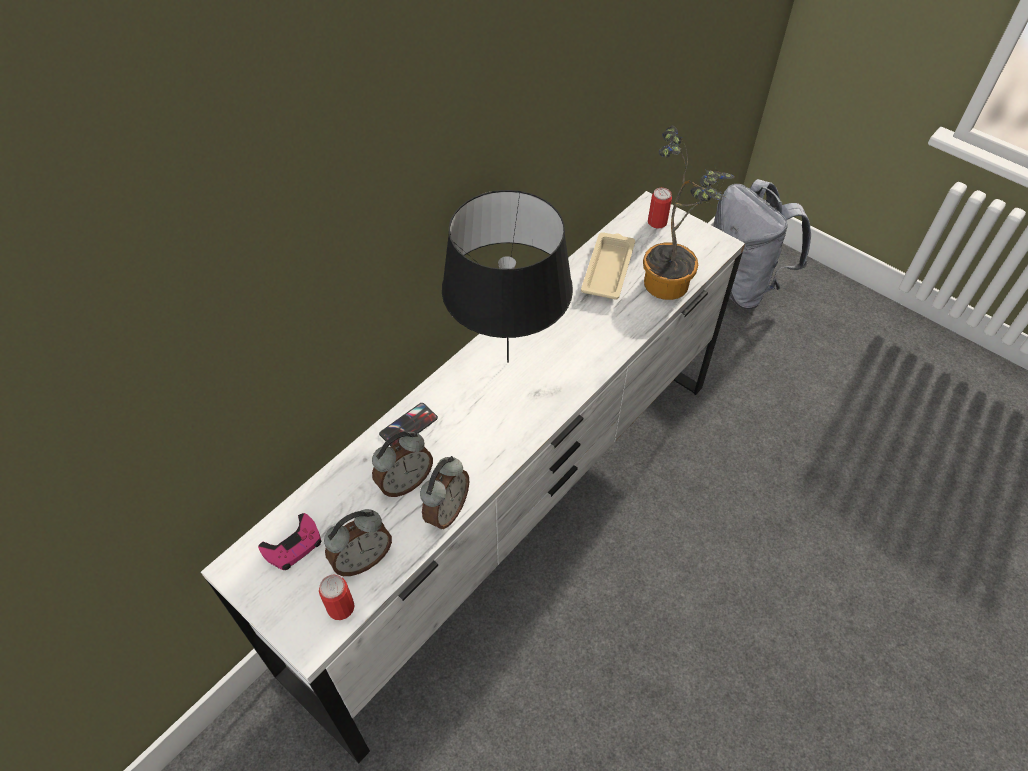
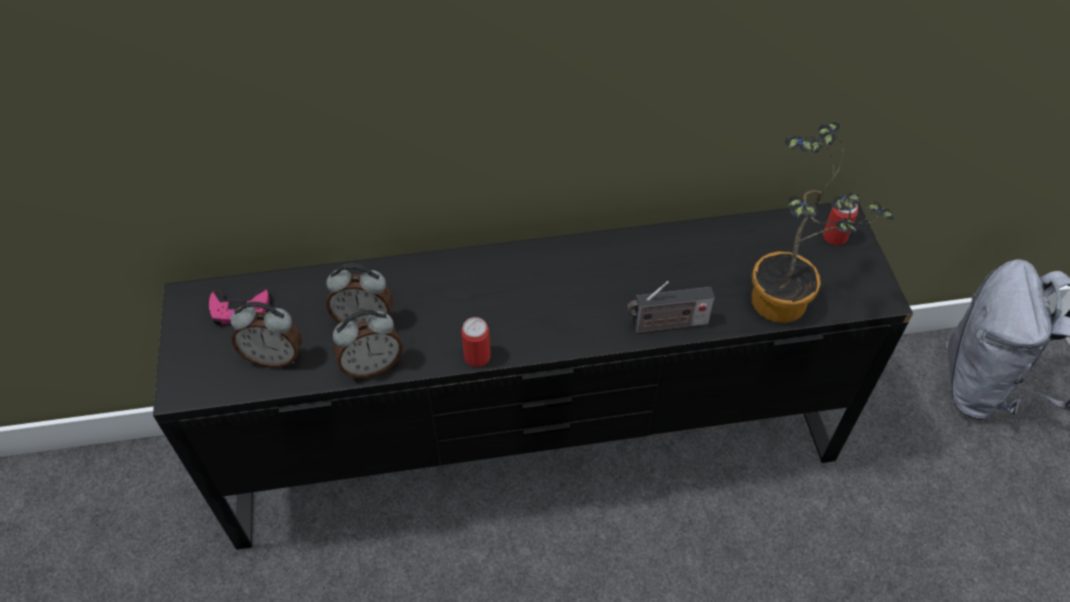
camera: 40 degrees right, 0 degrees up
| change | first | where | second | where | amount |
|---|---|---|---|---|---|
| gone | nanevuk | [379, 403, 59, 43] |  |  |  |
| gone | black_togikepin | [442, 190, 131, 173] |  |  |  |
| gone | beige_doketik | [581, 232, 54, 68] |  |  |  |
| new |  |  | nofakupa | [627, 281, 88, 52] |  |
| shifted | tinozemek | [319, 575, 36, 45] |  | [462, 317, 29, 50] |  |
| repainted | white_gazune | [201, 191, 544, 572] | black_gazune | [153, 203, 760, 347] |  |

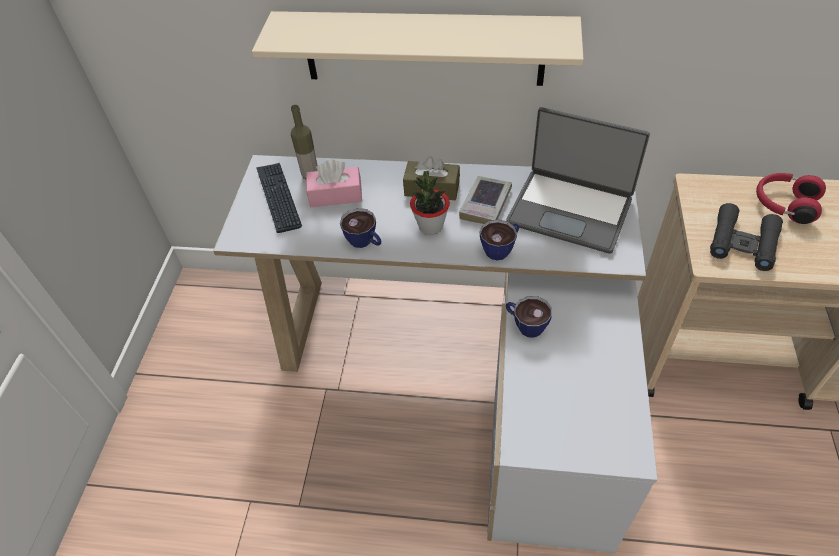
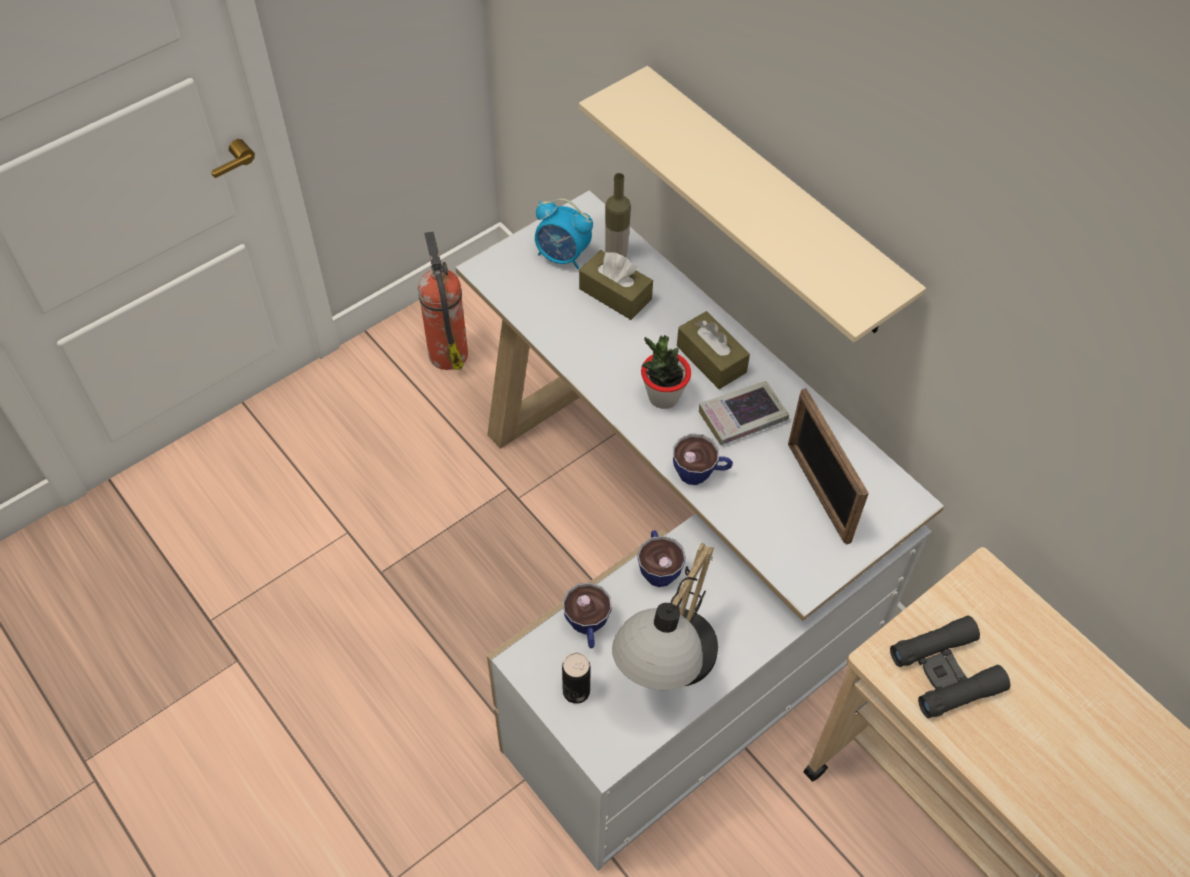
camera: 40 degrees right, 5 degrees up
| change | first | where | second | where | amount |
|---|---|---|---|---|---|
| gone | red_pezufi | [756, 173, 70, 51] |  |  |  |
| new |  |  | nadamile | [418, 231, 50, 139] |  |
| new |  |  | tinozemek | [562, 653, 29, 51] |  |
| new |  |  | togikepin | [612, 543, 106, 147] |  |
| shifted | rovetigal | [340, 208, 41, 40] |  | [563, 583, 49, 65] |  |
| swapped | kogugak | [256, 163, 46, 70] | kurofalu | [535, 198, 58, 71] |  |
| swapped | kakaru | [506, 107, 144, 147] | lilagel | [788, 388, 81, 157] |  |
| repainted | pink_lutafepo | [306, 159, 56, 48] | brown_lutafepo | [579, 250, 74, 70] |  |

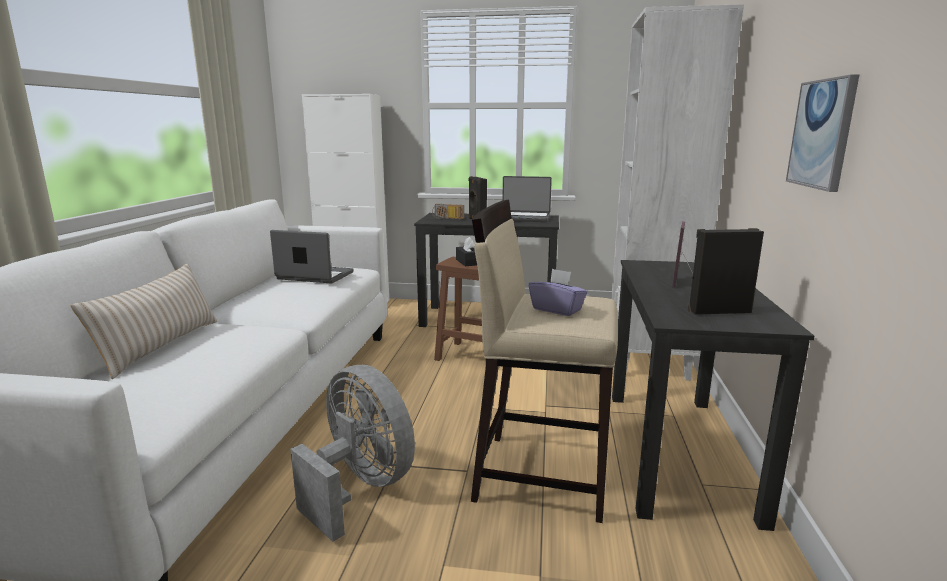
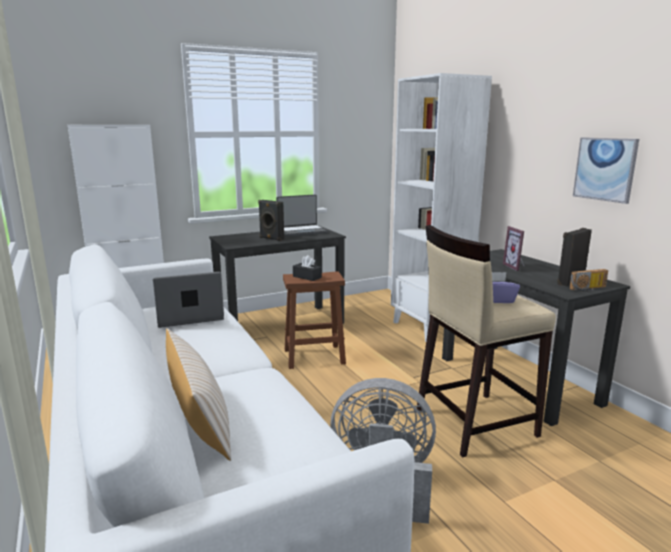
camera: 35 degrees left, 0 degrees up
| change | first | where | second | where | amount |
|---|---|---|---|---|---|
| shifted | nofakupa | [432, 204, 32, 15] |  | [569, 269, 39, 23] |  |

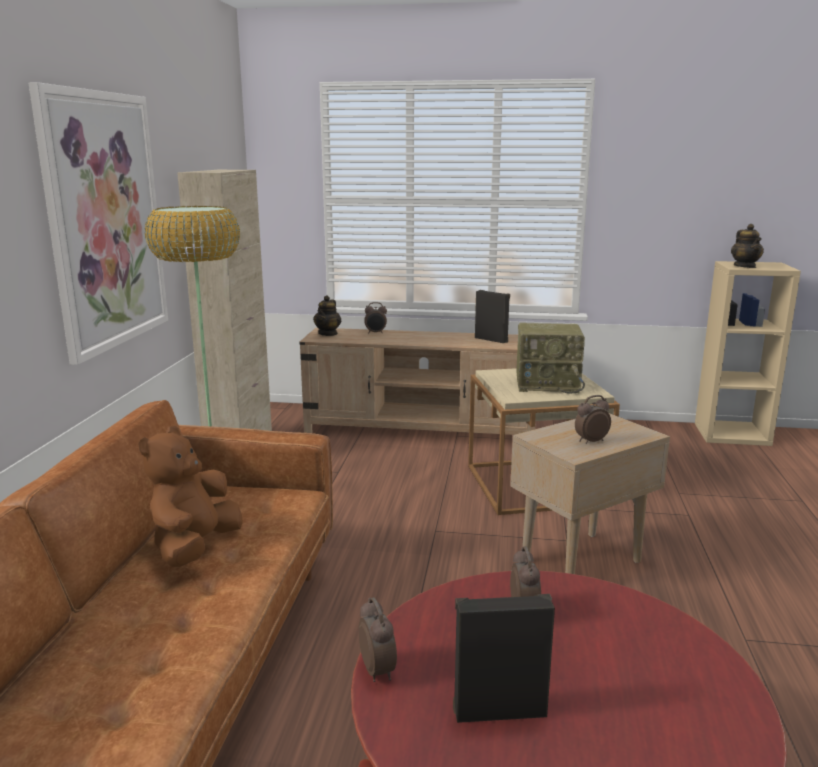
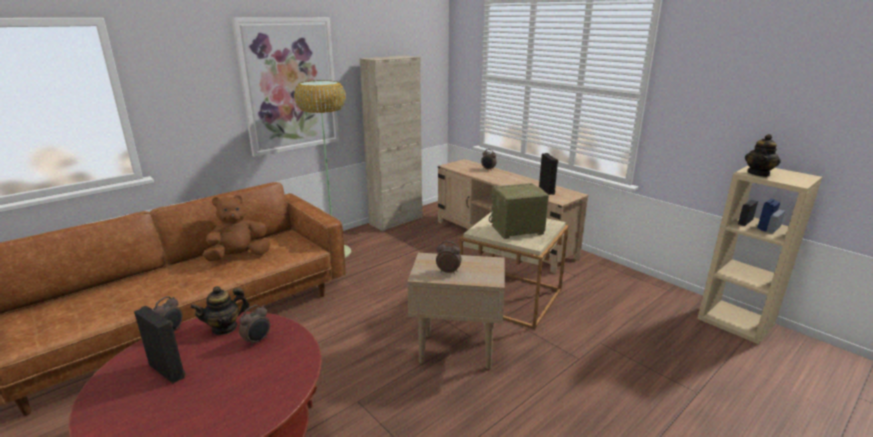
camera: 40 degrees right, 5 degrees up
| change | first | where | second | where | amount |
|---|---|---|---|---|---|
| shifted | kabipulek | [313, 295, 29, 41] |  | [190, 286, 60, 49] |  |
| rotated | nofakupa | [516, 323, 69, 71] |  | [489, 183, 60, 56] | 120 degrees clockwise |

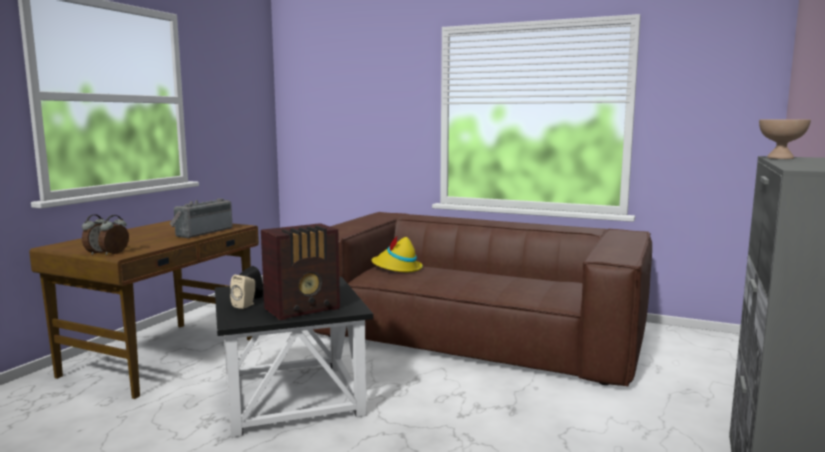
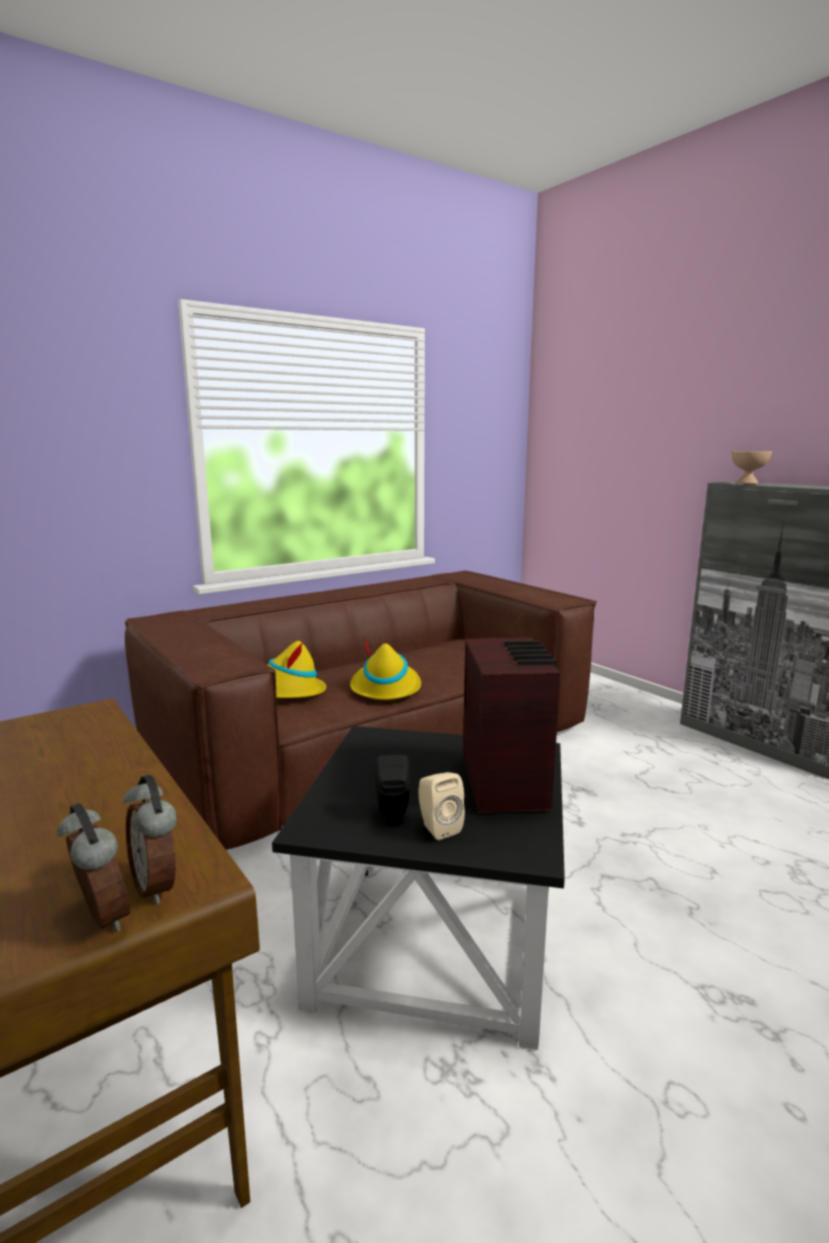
camera: 60 degrees left, 5 degrees up
| change | first | where | second | where | amount |
|---|---|---|---|---|---|
| gone | nofakupa | [170, 198, 63, 40] |  |  |  |
| new |  |  | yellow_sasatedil | [350, 638, 71, 62] |  |

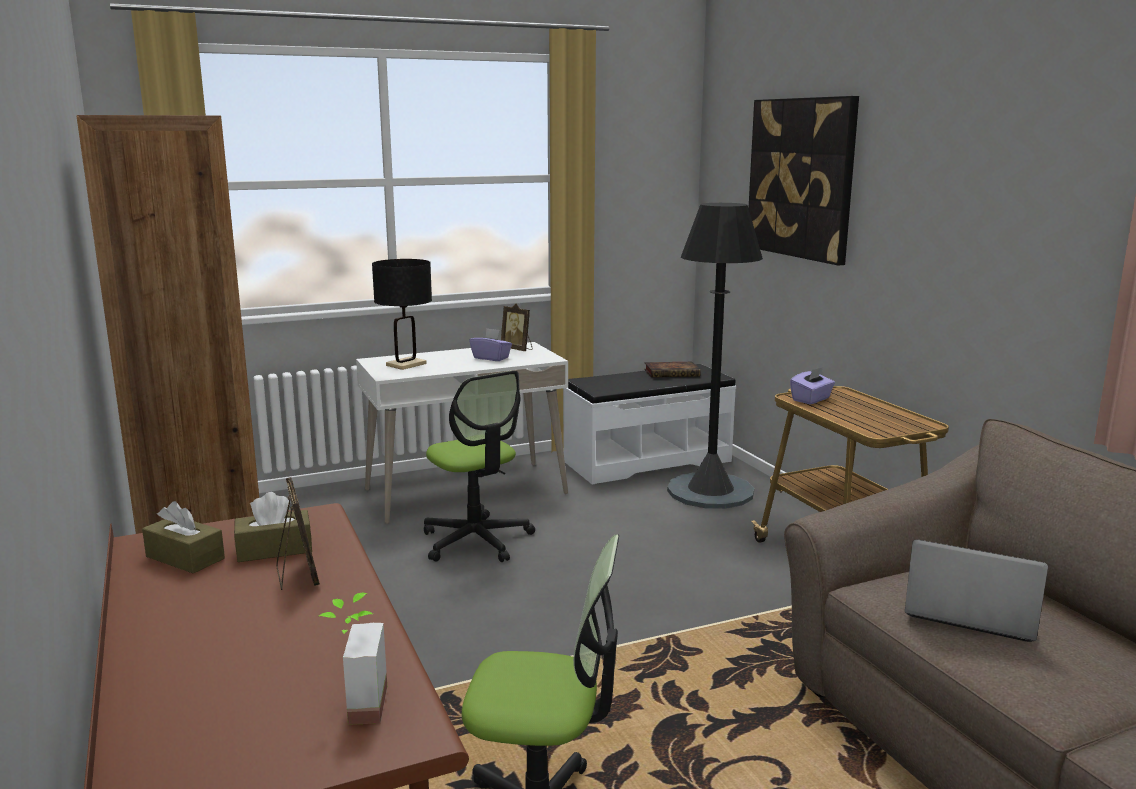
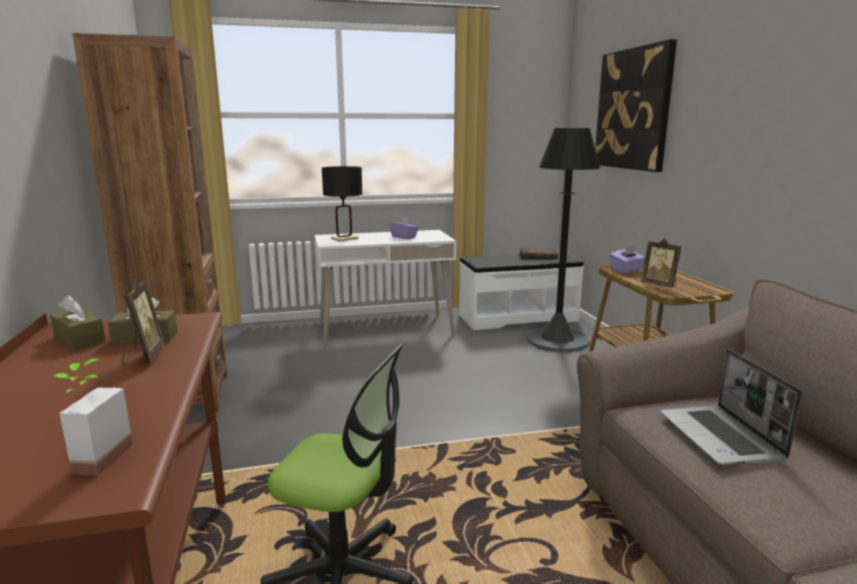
camera: 10 degrees right, 0 degrees up
| change | first | where | second | where | amount |
|---|---|---|---|---|---|
| gone | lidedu | [424, 371, 111, 191] |  |  |  |
| shifted | lilagel | [501, 303, 32, 48] |  | [641, 239, 40, 49] |  |
| rotated | kakaru | [905, 539, 143, 103] |  | [660, 349, 142, 116] | 135 degrees counterclockwise |

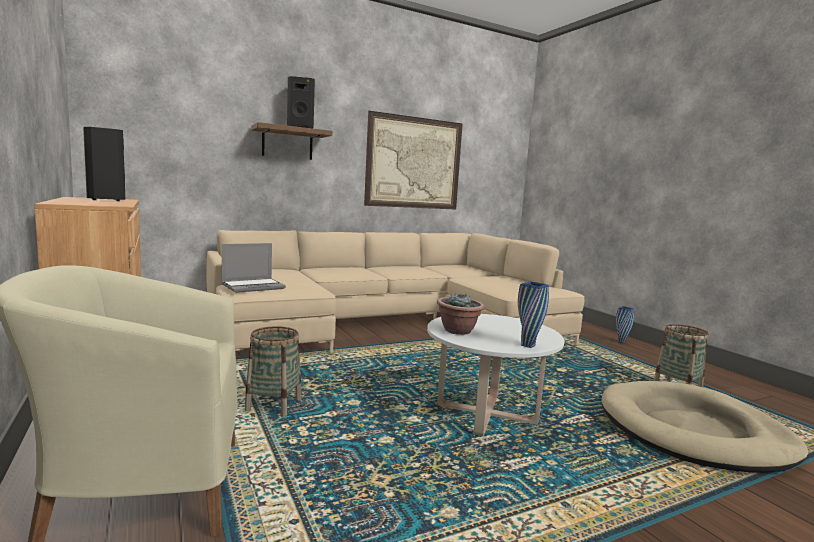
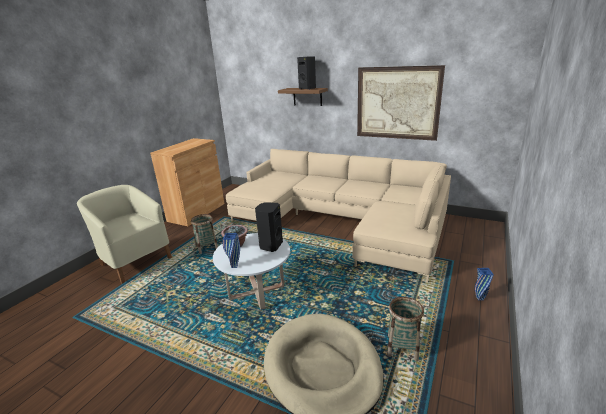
camera: 55 degrees right, 15 degrees up
| change | first | where | second | where | amount |
|---|---|---|---|---|---|
| gone | kakaru | [222, 243, 64, 50] |  |  |  |
| shifted | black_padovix | [83, 127, 42, 74] |  | [255, 202, 28, 50] |  |

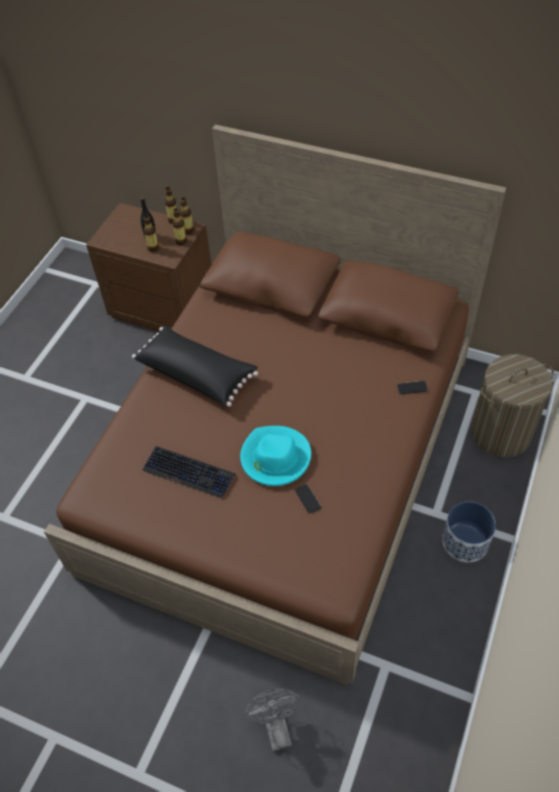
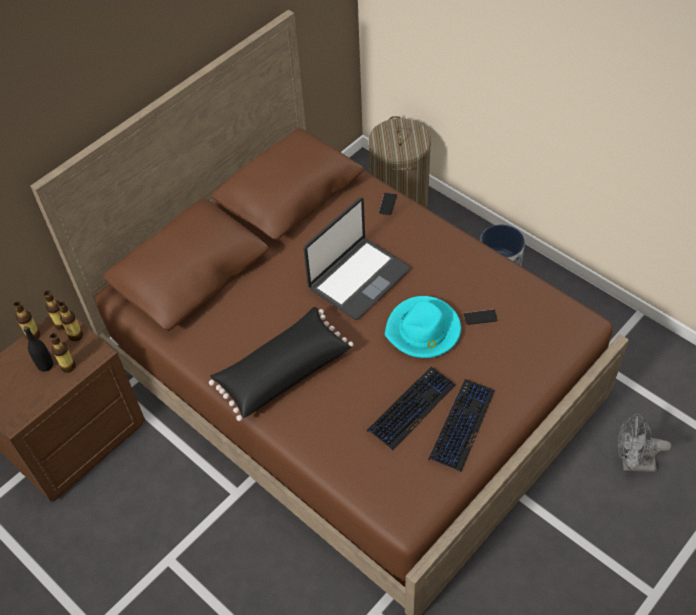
camera: 70 degrees left, 0 degrees up
| change | first | where | second | where | amount |
|---|---|---|---|---|---|
| new |  |  | kakaru | [303, 197, 107, 123] |  |
| new |  |  | kogugak | [428, 379, 67, 93] |  |

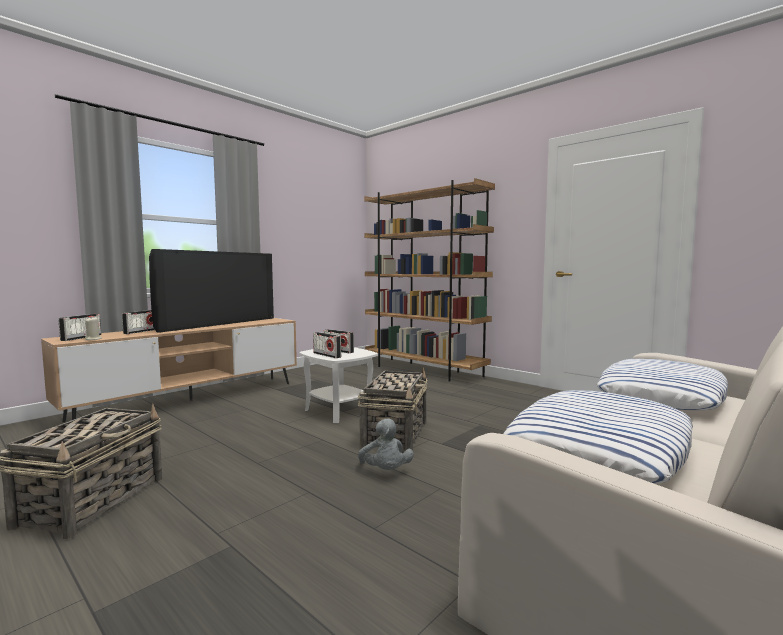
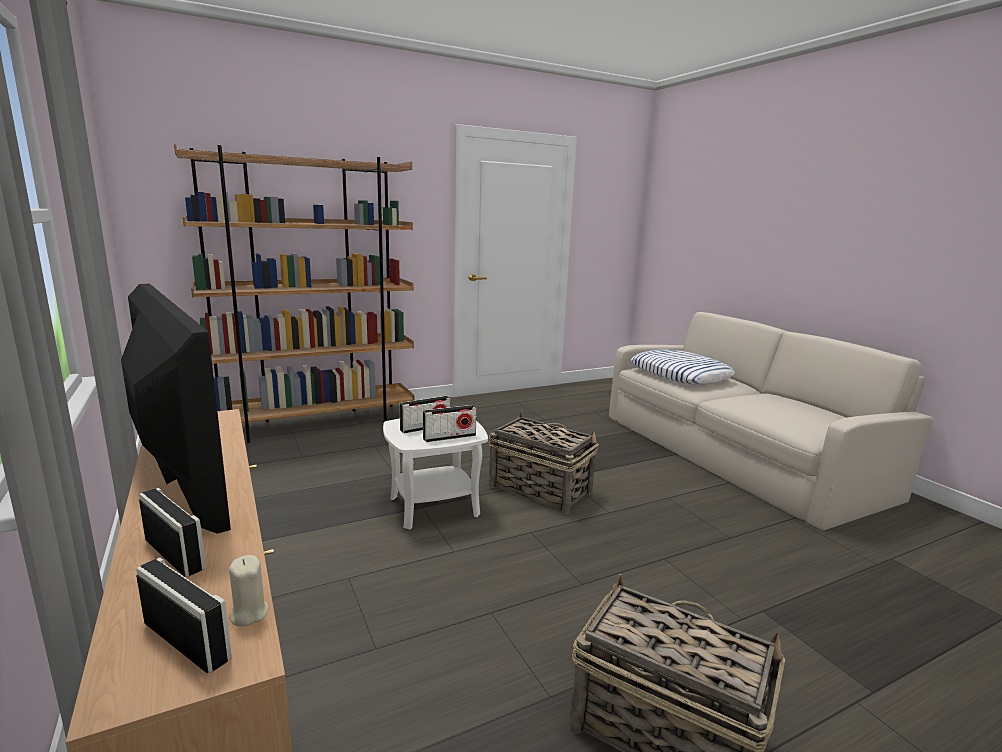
camera: 70 degrees left, 10 degrees up
| change | first | where | second | where | amount |
|---|---|---|---|---|---|
| gone | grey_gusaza | [358, 419, 56, 51] |  |  |  |
| gone | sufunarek | [503, 390, 190, 94] |  |  |  |

